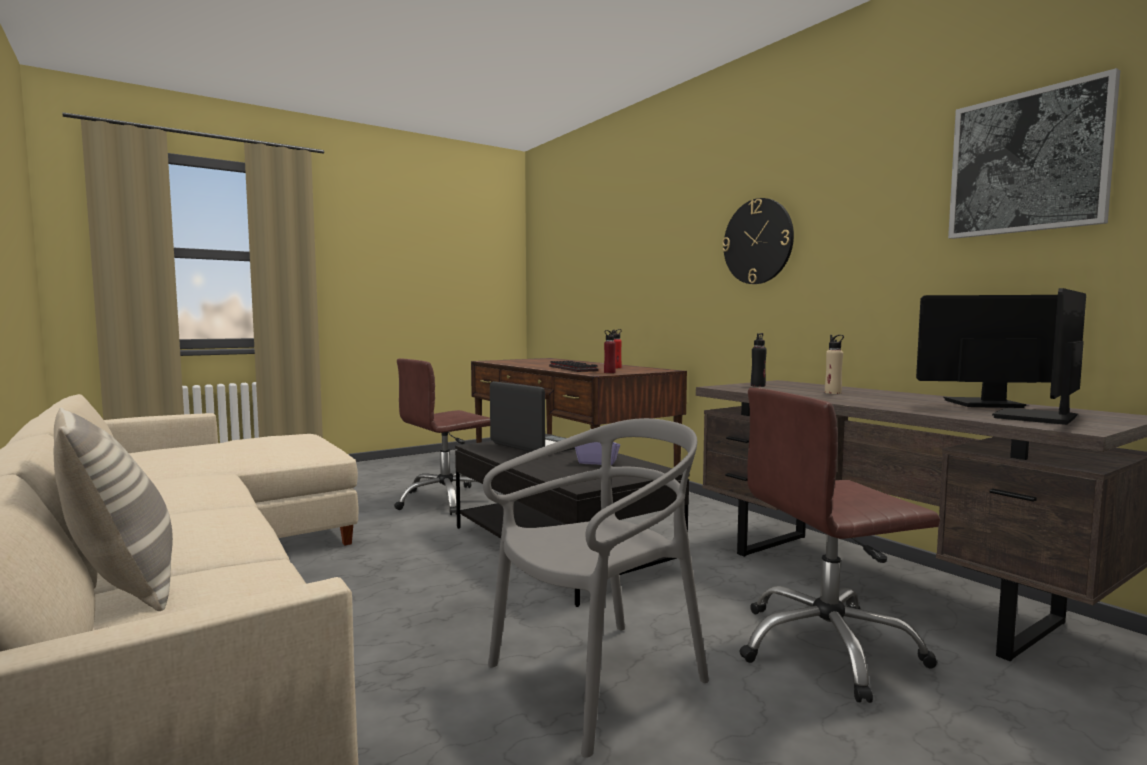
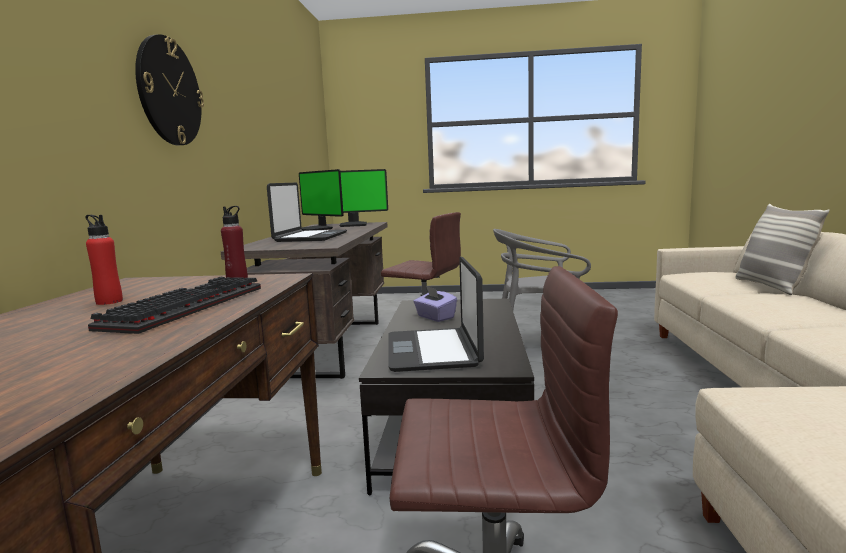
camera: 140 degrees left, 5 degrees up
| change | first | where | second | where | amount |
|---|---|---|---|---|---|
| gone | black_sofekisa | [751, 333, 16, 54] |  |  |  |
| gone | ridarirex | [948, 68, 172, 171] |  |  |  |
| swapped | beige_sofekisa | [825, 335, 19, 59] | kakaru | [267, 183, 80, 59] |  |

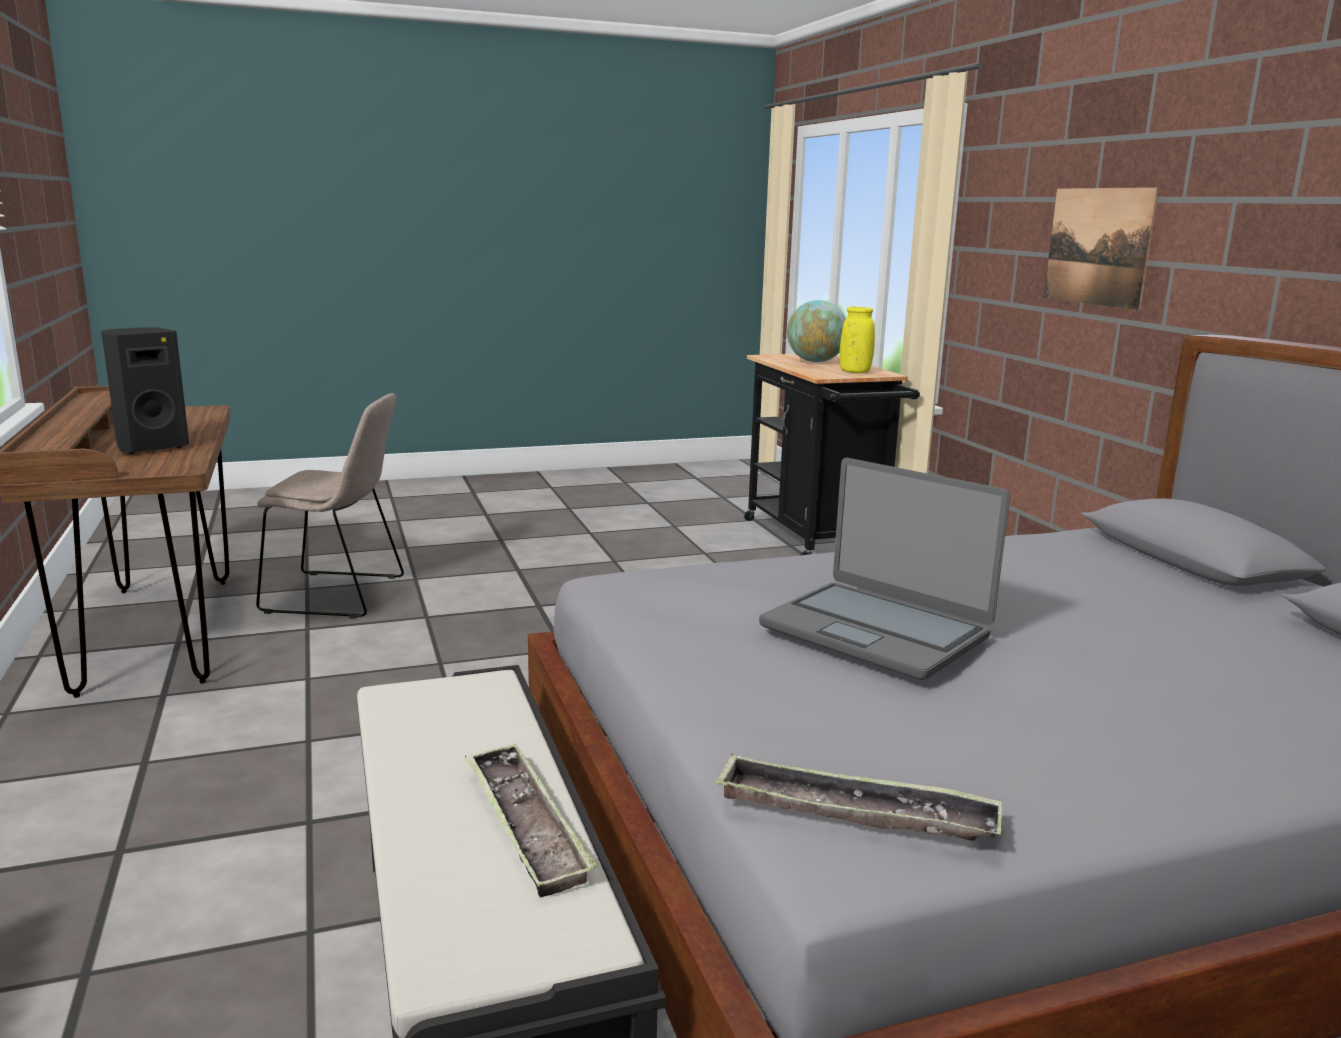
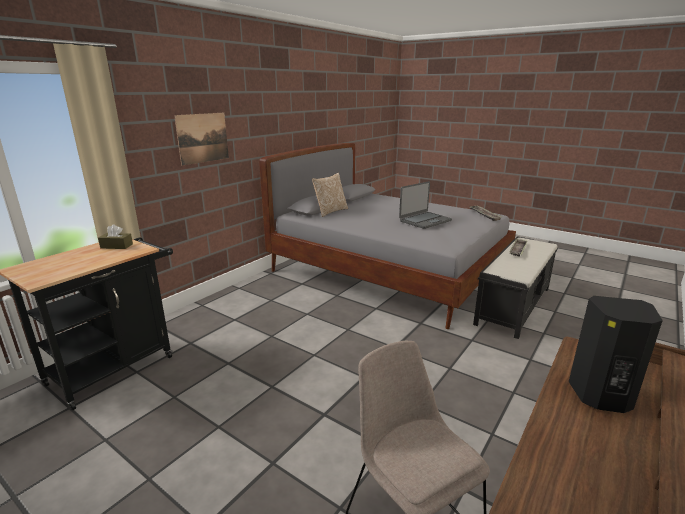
camera: 125 degrees left, 5 degrees up
| change | first | where | second | where | amount |
|---|---|---|---|---|---|
| gone | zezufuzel | [787, 300, 59, 62] |  |  |  |
| new |  |  | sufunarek | [312, 173, 36, 44] |  |
| swapped | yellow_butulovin | [840, 307, 35, 66] | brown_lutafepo | [98, 225, 35, 24] |  |
| rotated | kakaru | [759, 458, 251, 222] |  | [399, 181, 53, 48] | 45 degrees clockwise |

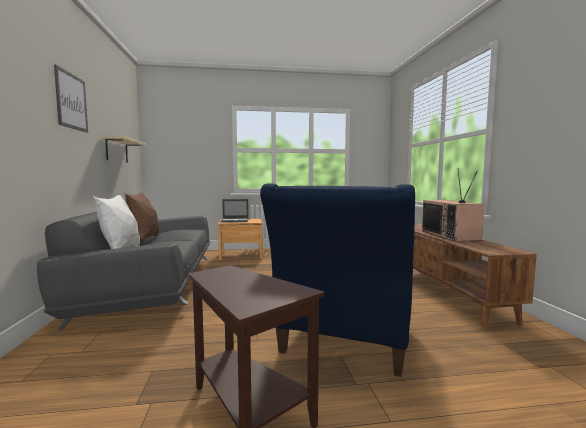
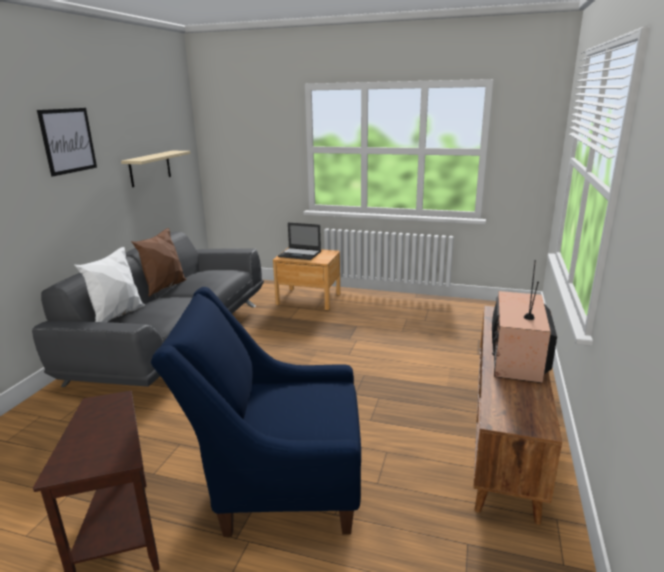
camera: 25 degrees right, 15 degrees up
| change | first | where | second | where | amount |
|---|---|---|---|---|---|
| rotated | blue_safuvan | [260, 184, 155, 193] |  | [151, 287, 210, 250] | 45 degrees clockwise |

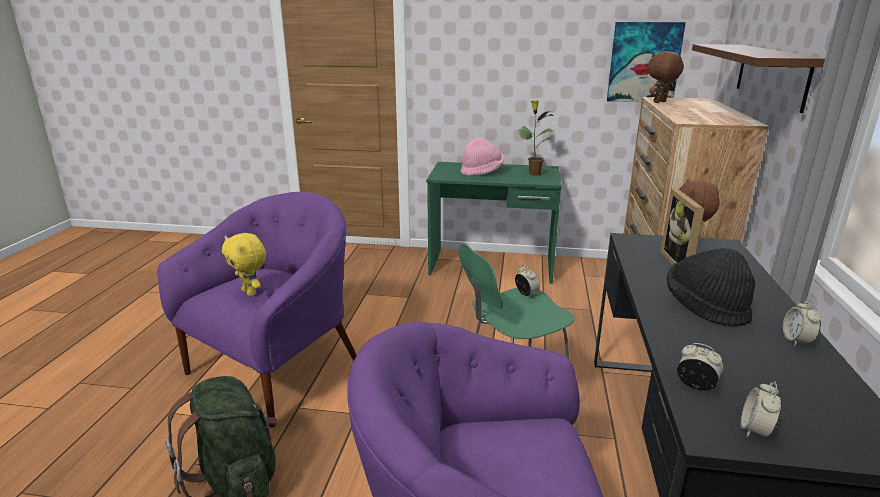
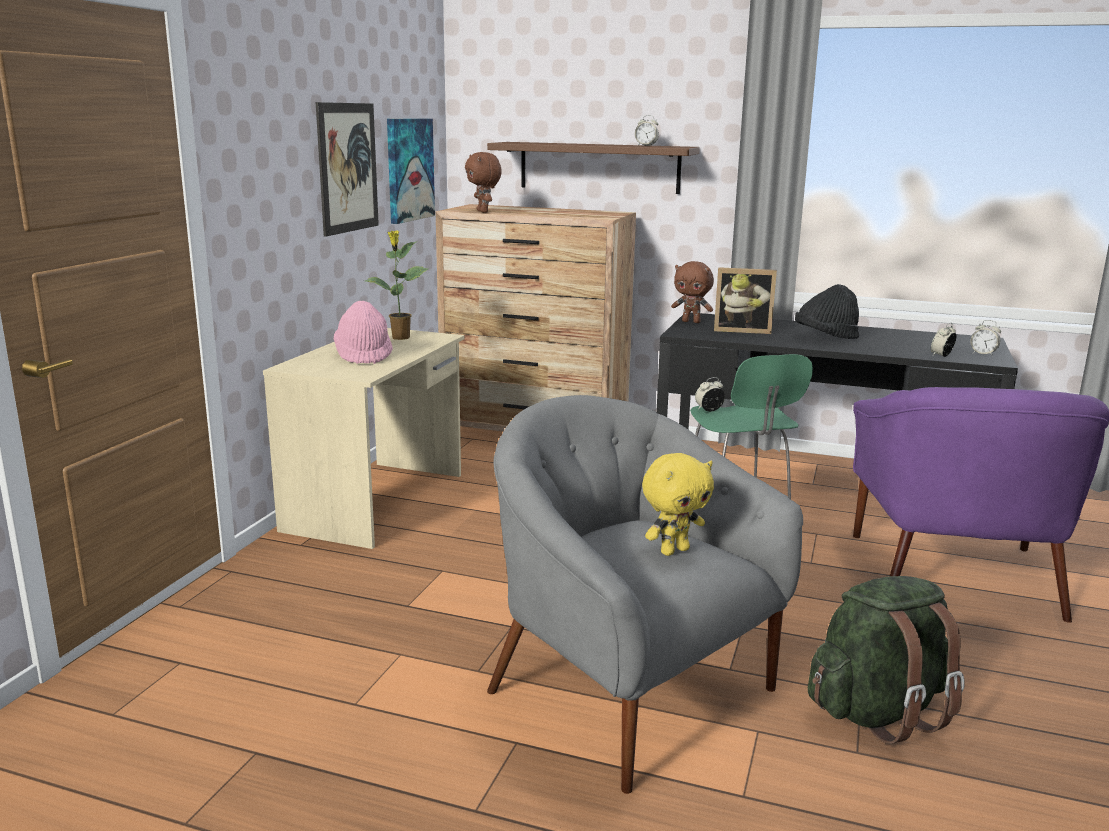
camera: 80 degrees left, 5 degrees down
| change | first | where | second | where | amount |
|---|---|---|---|---|---|
| new |  |  | ridarirex | [316, 102, 63, 135] |  |
| shifted | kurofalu | [783, 299, 38, 47] |  | [635, 115, 24, 31] |  |
| repainted | purple_safuvan | [157, 192, 200, 236] | grey_safuvan | [487, 395, 316, 399] |  |
| repainted | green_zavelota | [426, 162, 136, 122] | beige_zavelota | [263, 328, 201, 221] |  |

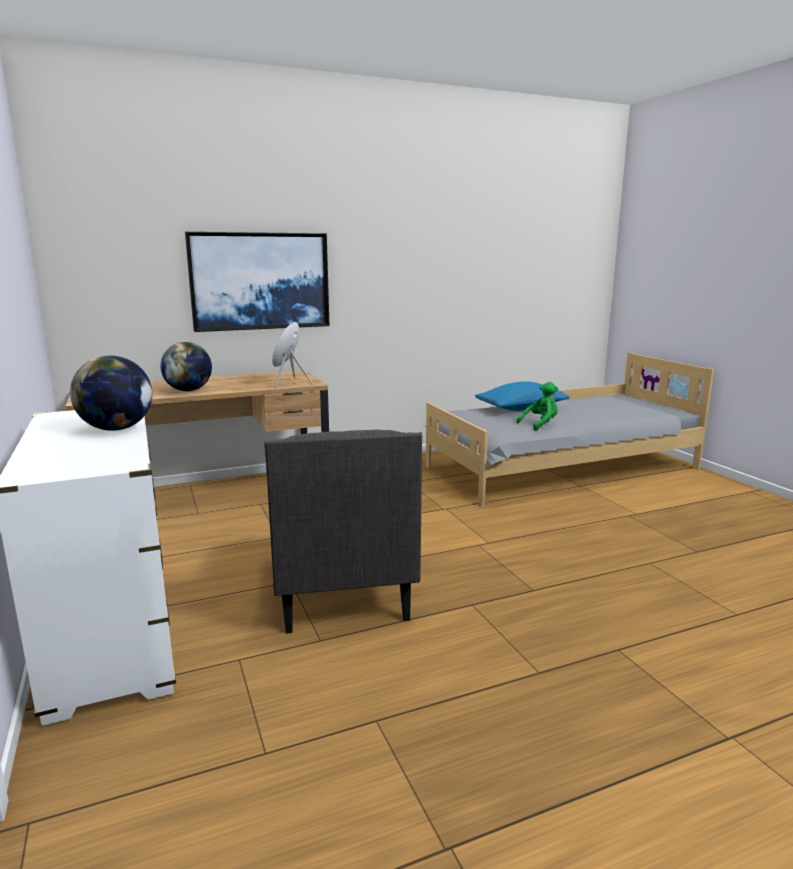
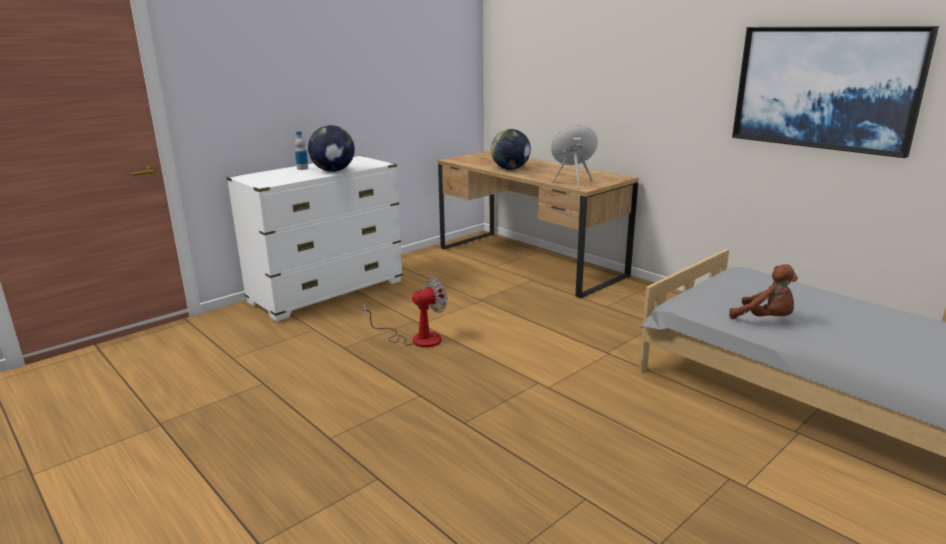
camera: 70 degrees right, 5 degrees up
| change | first | where | second | where | amount |
|---|---|---|---|---|---|
| gone | blue_sufunarek | [475, 381, 94, 30] |  |  |  |
| new |  |  | sofekisa | [295, 131, 13, 39] |  |
| shifted | ridarirex | [185, 232, 145, 100] |  | [732, 26, 207, 132] |  |
| swapped | grey_safuvan | [264, 430, 158, 204] | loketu | [363, 277, 84, 71] |  |
| repainted | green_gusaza | [517, 382, 42, 49] | brown_gusaza | [729, 264, 69, 55] |  |

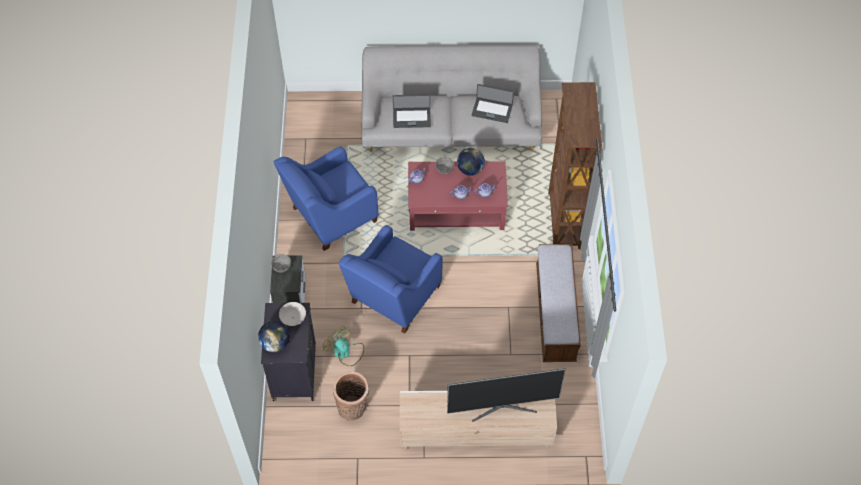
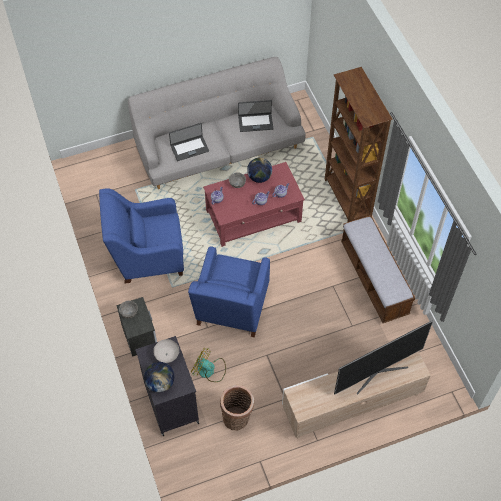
camera: 20 degrees left, 0 degrees up
| change | first | where | second | where | amount |
|---|---|---|---|---|---|
| rotated | blue_safuvan | [273, 147, 106, 104] |  | [99, 188, 85, 96] | 45 degrees clockwise |

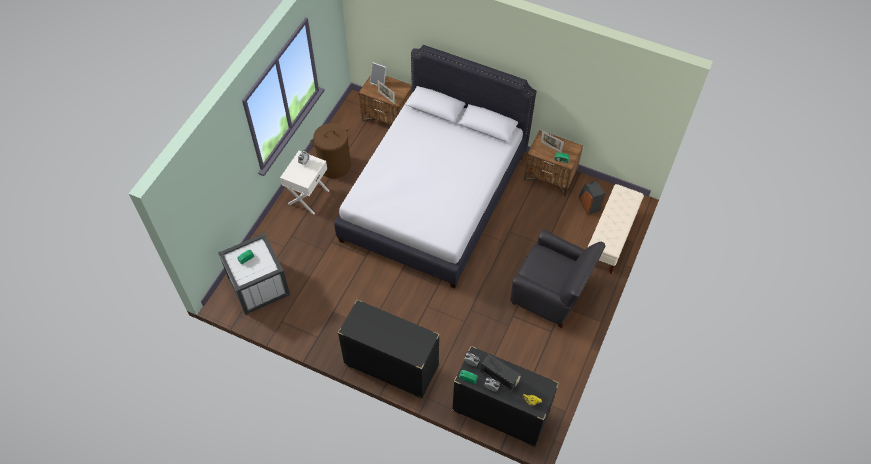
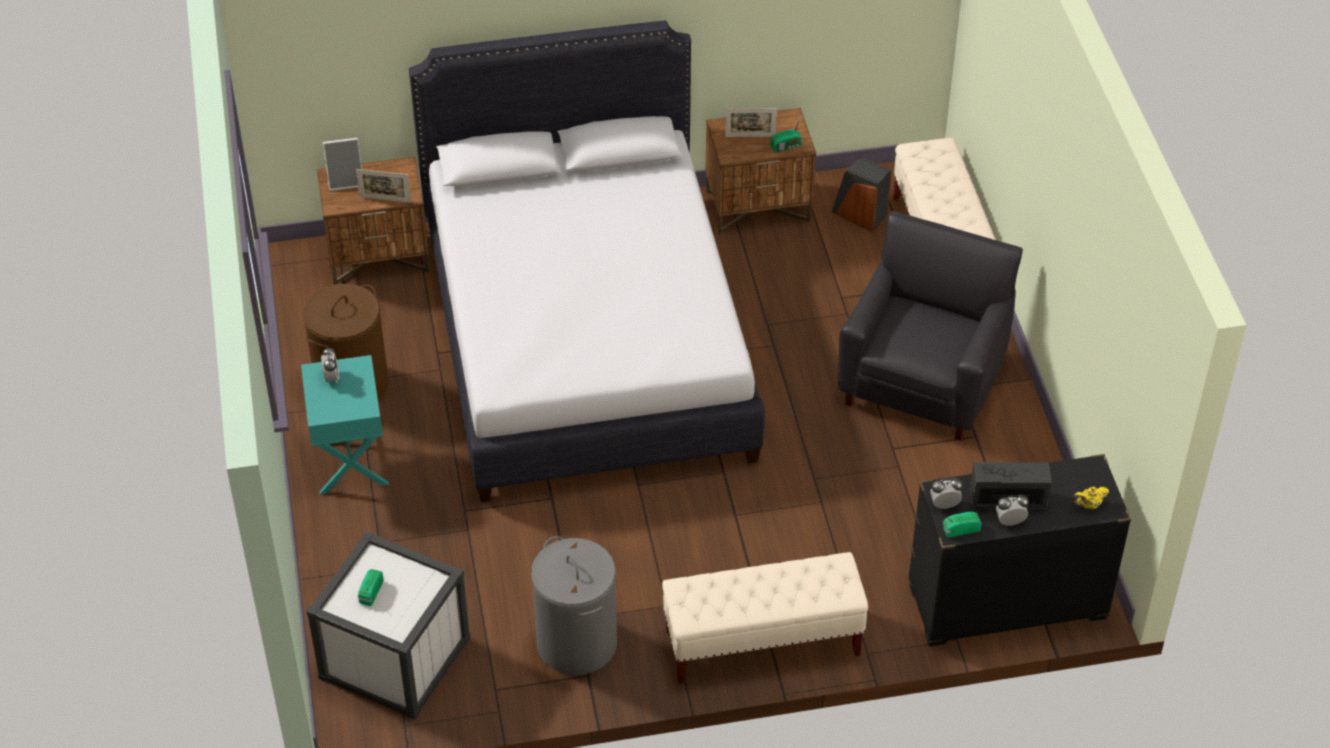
camera: 35 degrees left, 10 degrees down
| change | first | where | second | where | amount |
|---|---|---|---|---|---|
| new |  |  | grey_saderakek | [531, 536, 86, 139] |  |
| swapped | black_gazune | [338, 299, 102, 100] | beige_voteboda | [662, 552, 206, 132] |  |
| repainted | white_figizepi | [280, 151, 50, 63] | turquoise_figizepi | [301, 355, 88, 139] |  |
| rotated | black_safuvan | [511, 229, 95, 99] |  | [838, 211, 185, 230] | 60 degrees counterclockwise |

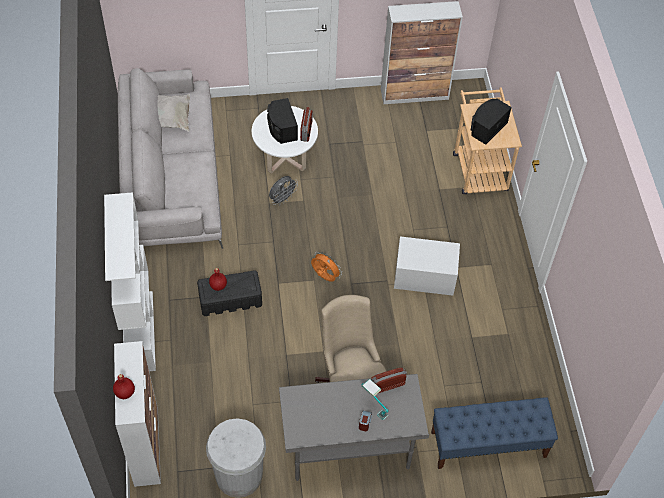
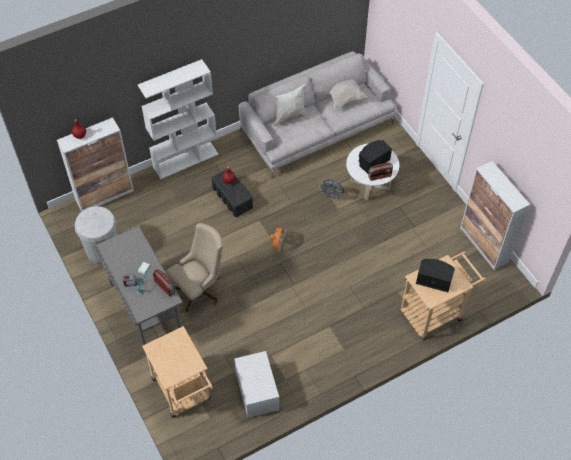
camera: 70 degrees right, 0 degrees up
| change | first | where | second | where | amount |
|---|---|---|---|---|---|
| new |  |  | white_sufunarek | [274, 83, 33, 43] |  |
| shifted | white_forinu | [394, 236, 66, 60] |  | [234, 351, 45, 67] |  |
| swapped | blue_voteboda | [431, 397, 127, 72] | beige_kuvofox | [142, 326, 71, 92] |  |

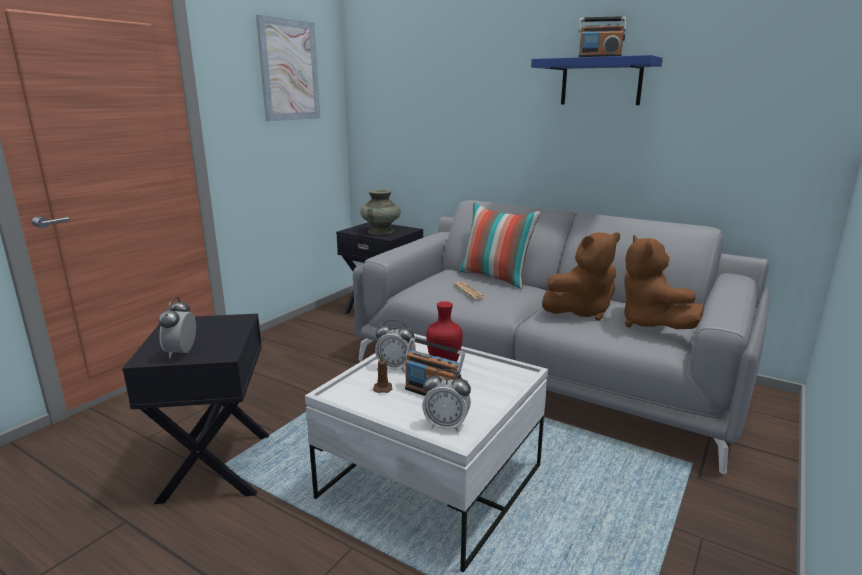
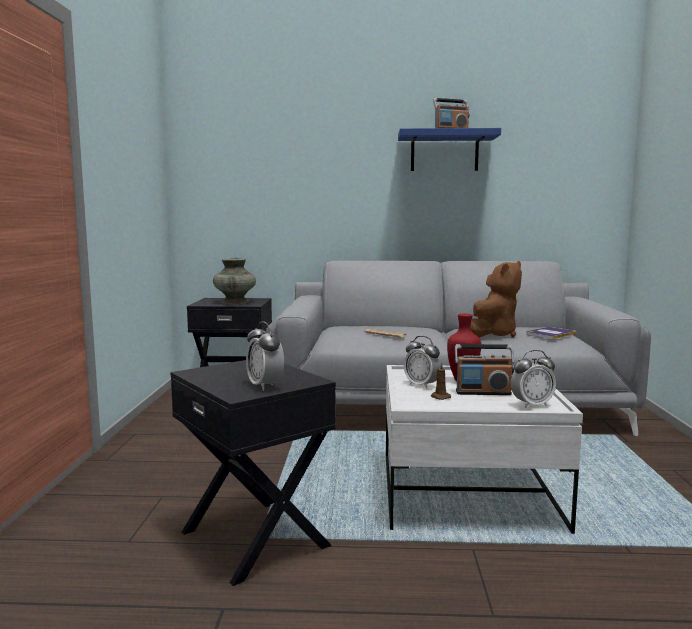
camera: 30 degrees left, 10 degrees down
| change | first | where | second | where | amount |
|---|---|---|---|---|---|
| gone | ridarirex | [256, 15, 64, 106] |  |  |  |
| gone | sufunarek | [458, 203, 82, 86] |  |  |  |
| swapped | brown_gusaza | [624, 235, 80, 94] | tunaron | [526, 327, 50, 12] |  |
| rotated | kurofalu | [375, 319, 41, 53] |  | [404, 336, 37, 53] | 60 degrees clockwise |

